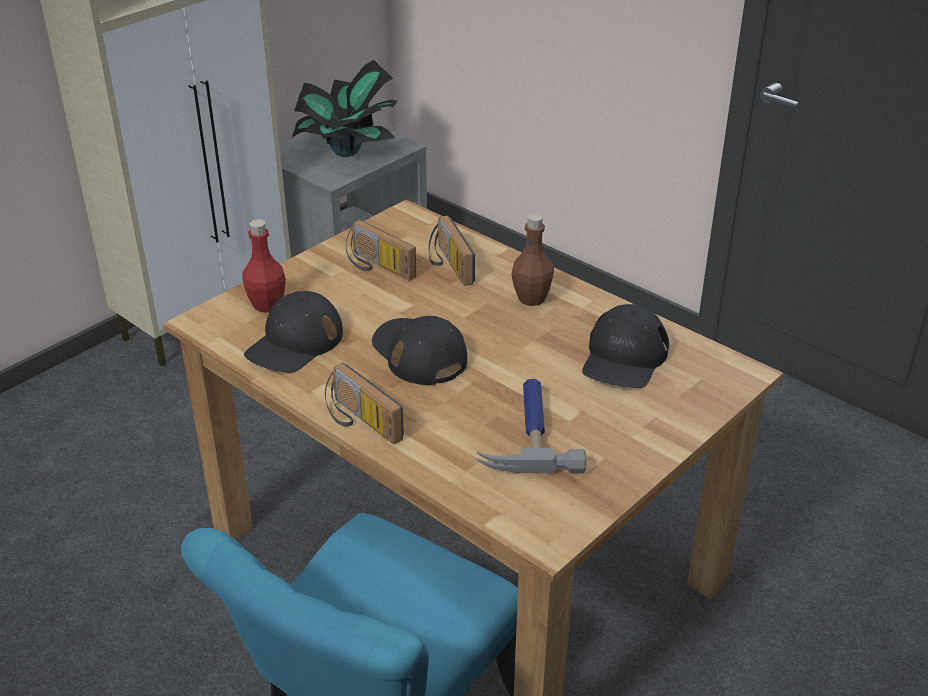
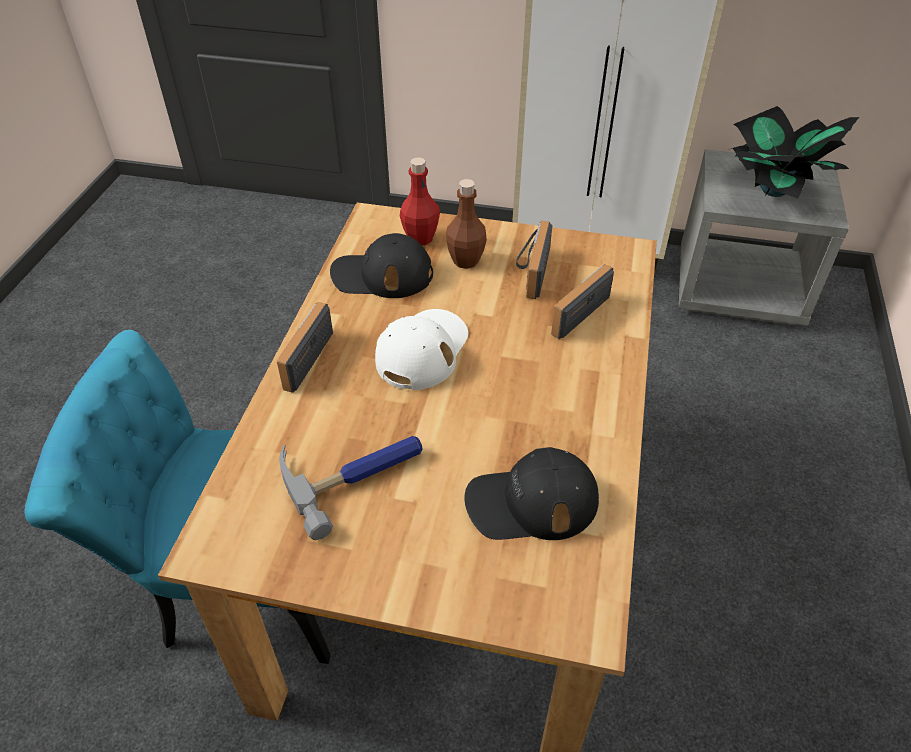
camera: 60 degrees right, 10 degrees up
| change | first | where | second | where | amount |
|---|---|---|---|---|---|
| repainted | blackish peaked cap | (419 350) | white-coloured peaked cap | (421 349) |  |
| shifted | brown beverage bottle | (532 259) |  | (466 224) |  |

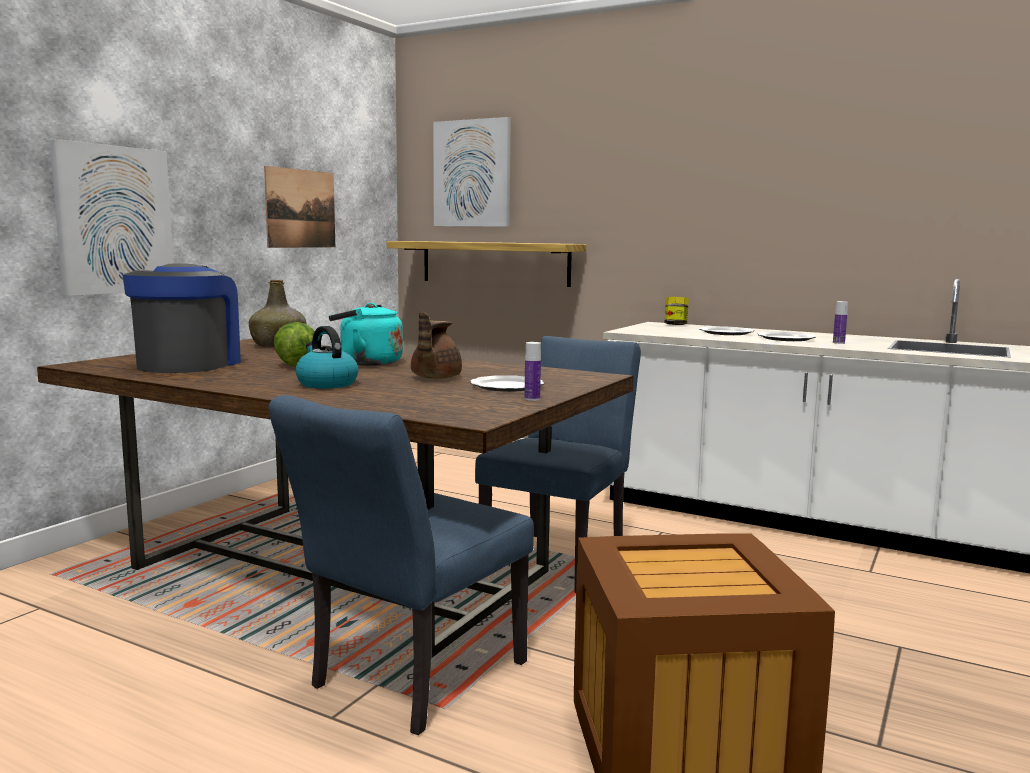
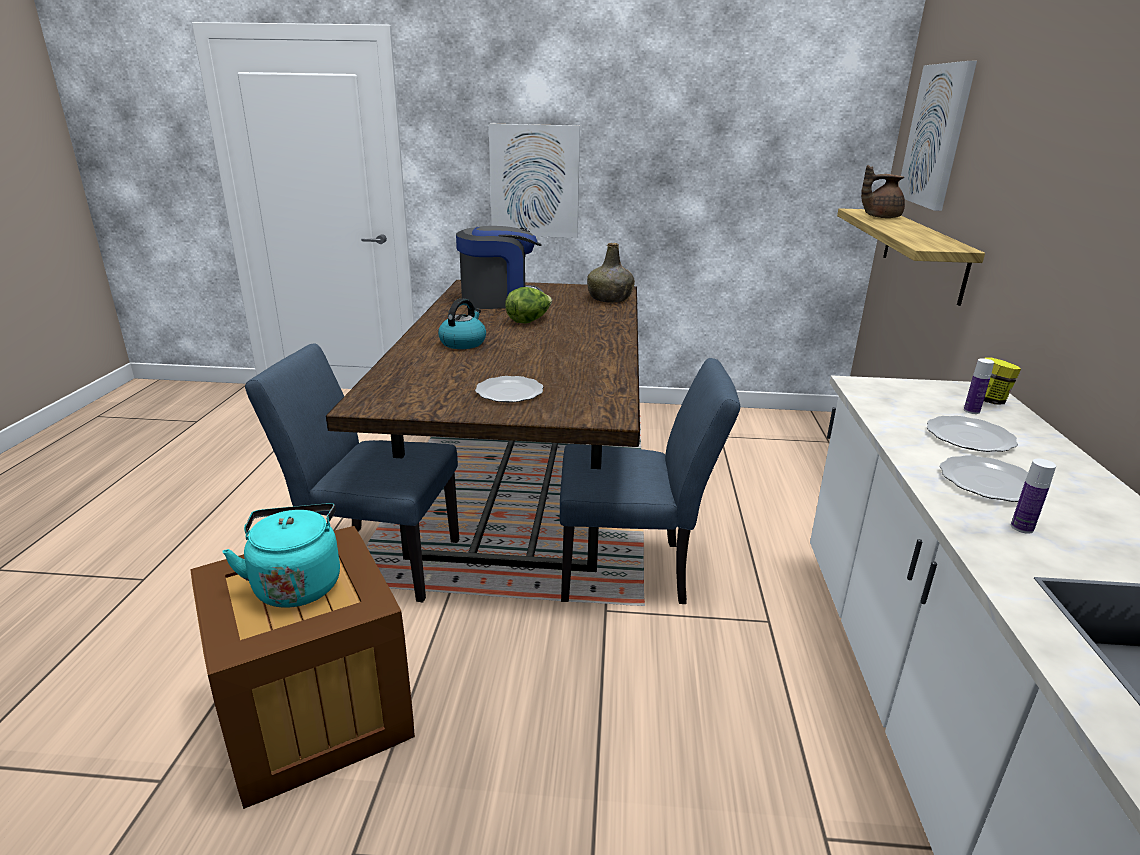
camera: 65 degrees right, 15 degrees up
| change | first | where | second | where | amount |
|---|---|---|---|---|---|
| gone | wall art | (299 207) |  |  |  |
| shifted | turquoise water kettle | (366 334) |  | (281 555) |  |
| shifted | brown pot for tea | (436 345) |  | (883 191) |  |
| shifted | beverage bottle | (532 371) |  | (979 386) |  |

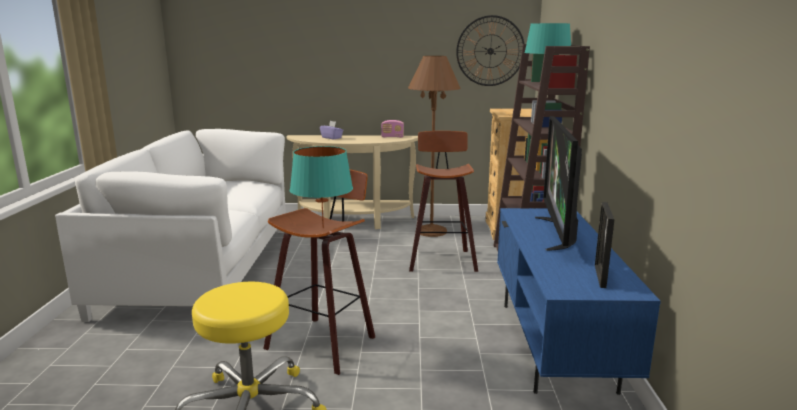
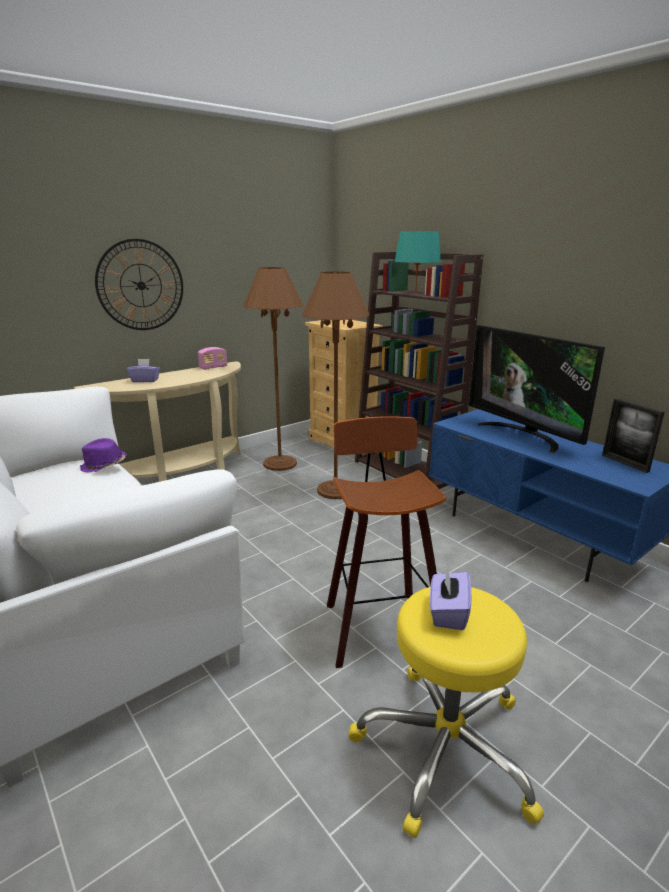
camera: 40 degrees left, 5 degrees up
| change | first | where | second | where | amount |
|---|---|---|---|---|---|
| gone | turquoise tabletop lamp | (321 187) |  |  |  |
| swapped | stool | (443 201) | brown standing lamp | (336 385) |  |
| shifted | clock on the wall | (490 50) |  | (139 284) |  |
| new |  |  | purplish wearable hat | (103 455) |  |
| new |  |  | purplish box of tissues | (450 599) |  |

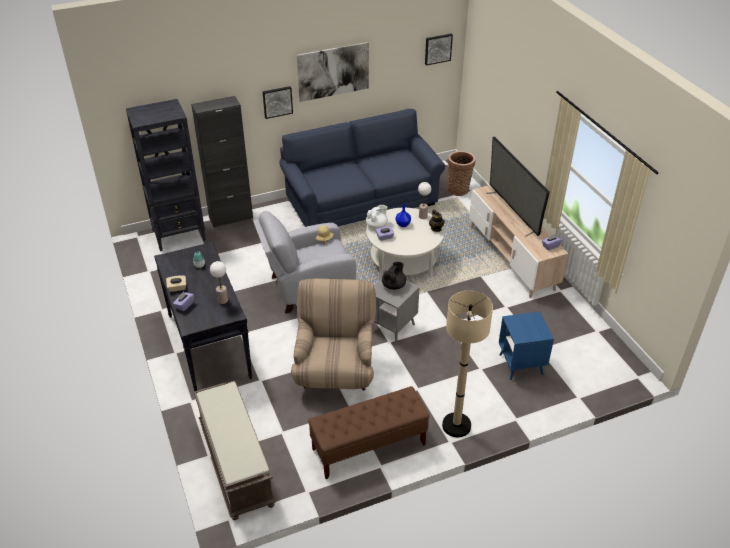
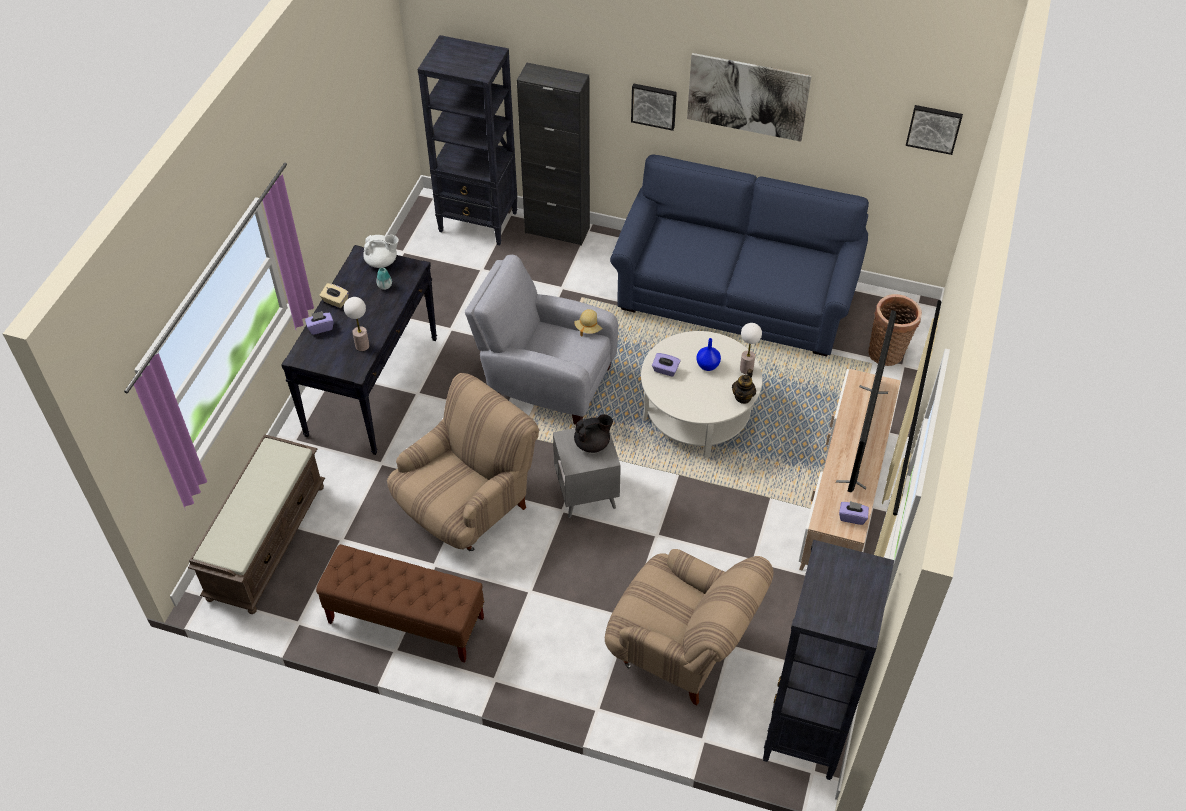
camera: 40 degrees right, 10 degrees up
| change | first | where | second | where | amount |
|---|---|---|---|---|---|
| shifted | white-coloured pot for tea | (377 217) |  | (381 251) |  |
| gone | beige standing lamp | (467 364) |  |  |  |
| swapped | bluish accent table | (526 345) | beige easy chair | (689 627) |  |
| new |  |  | blackish bookcase | (828 660) |  |

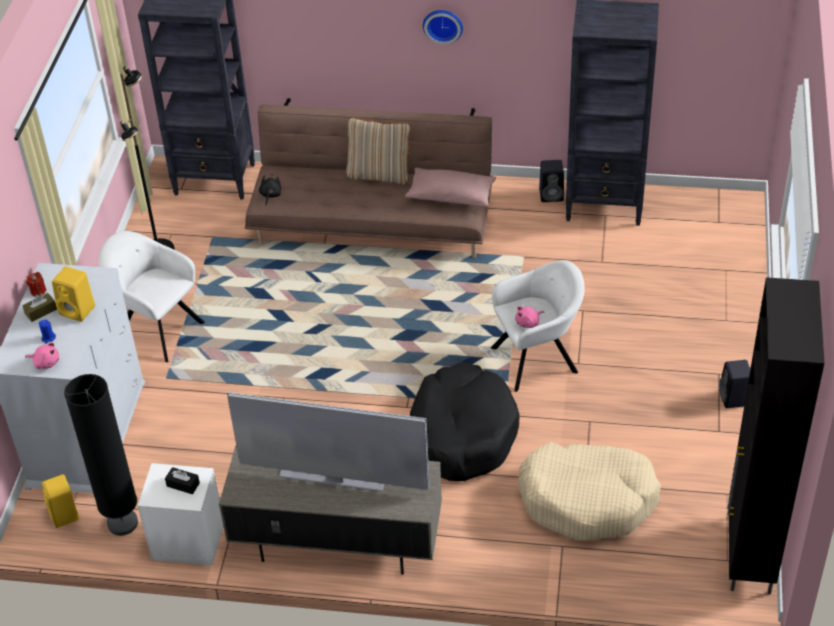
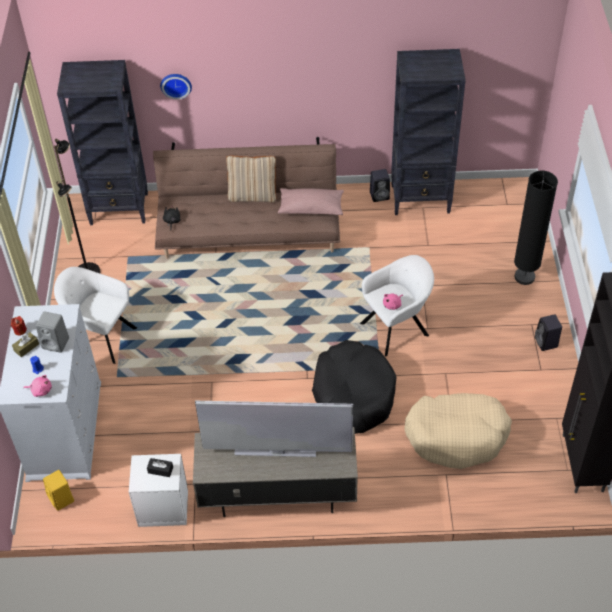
camera: 10 degrees left, 5 degrees up
| change | first | where | second | where | amount |
|---|---|---|---|---|---|
| repainted | yellow loudspeaker | (73 294) | gray loudspeaker | (52 332) |  |
| shifted | blackish standing lamp | (101 455) |  | (536 228) |  |
| shifted | clock on the wall | (443 27) |  | (176 87) |  |

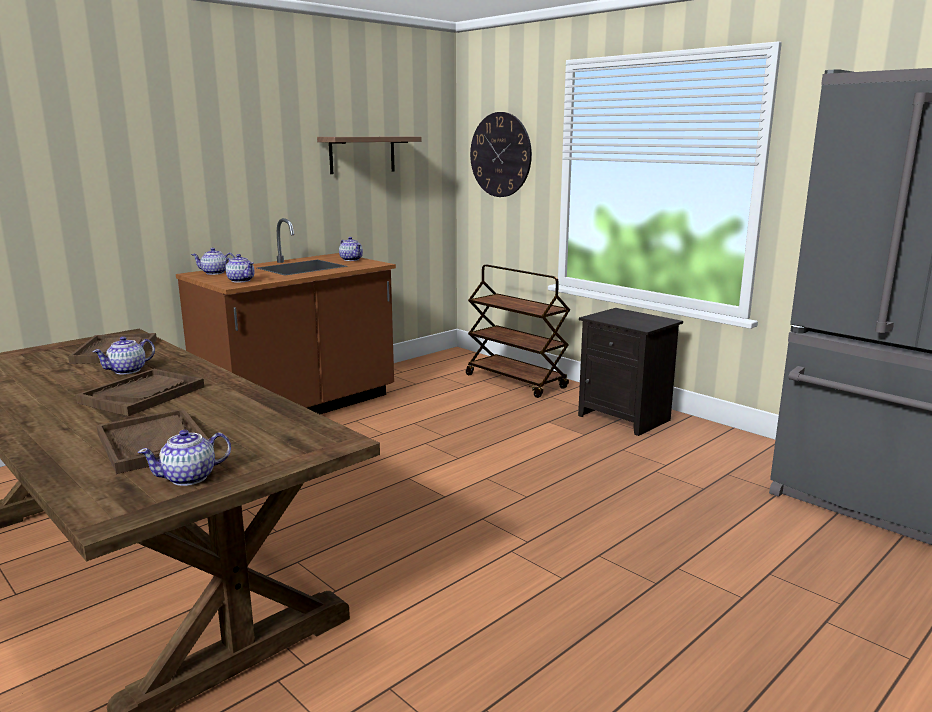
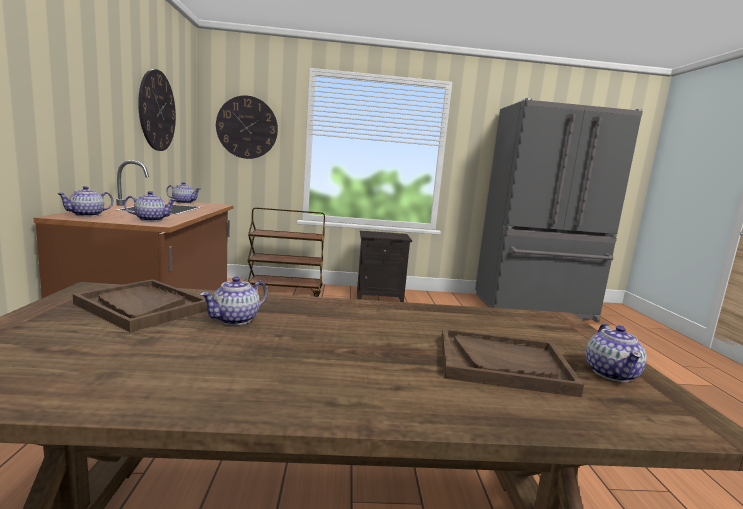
camera: 50 degrees left, 5 degrees down
| change | first | where | second | where | amount |
|---|---|---|---|---|---|
| gone | brown tray | (140 392) |  |  |  |
| rotated | pot for tea | (124 355) |  | (234 300) | 45 degrees clockwise |
| swapped | wall shelf | (369 155) | clock on the wall | (157 110) |  |

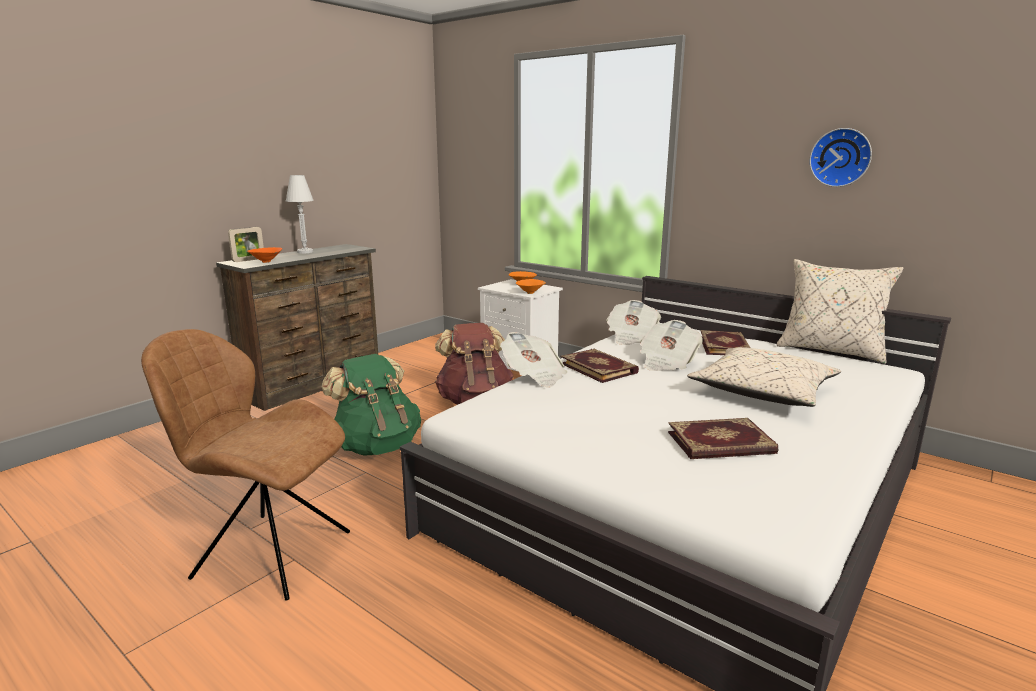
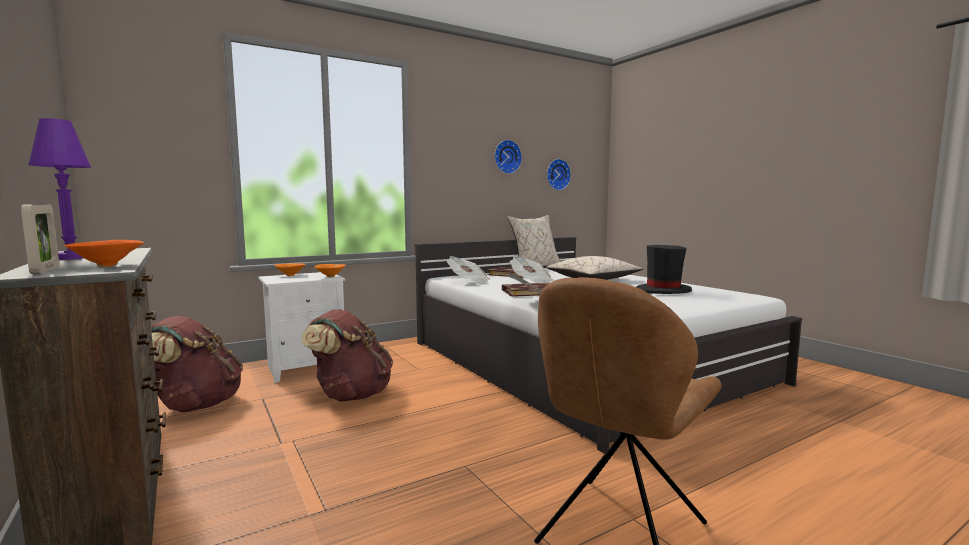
camera: 70 degrees left, 10 degrees down
| change | first | where | second | where | amount |
|---|---|---|---|---|---|
| repainted | white-coloured tabletop lamp | (300 214) | purplish tabletop lamp | (59 189) |  |
| gone | green knapsack | (371 405) |  |  |  |
| swapped | bound book | (723 438) | blackish wearable hat | (664 269) |  |
| new |  |  | brown knapsack | (197 364) |  |
| new |  |  | clock on the wall | (559 174) |  |

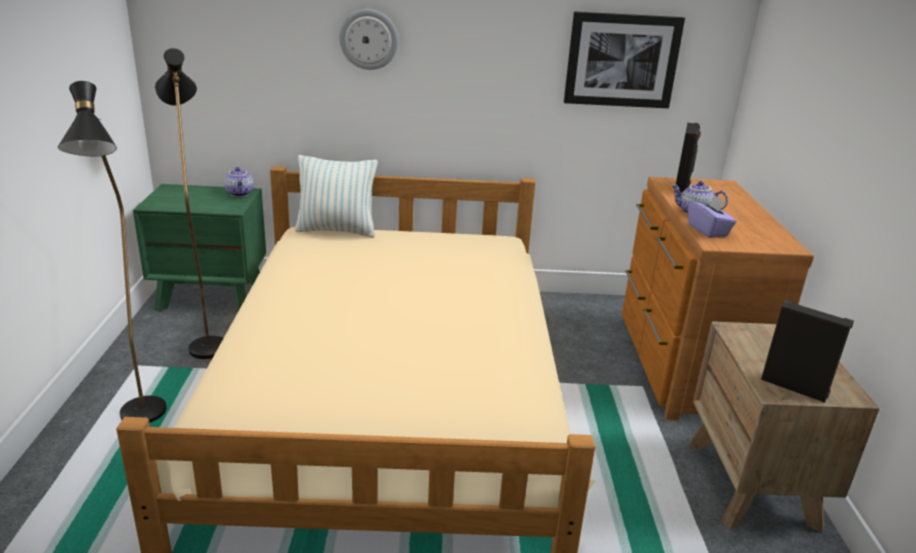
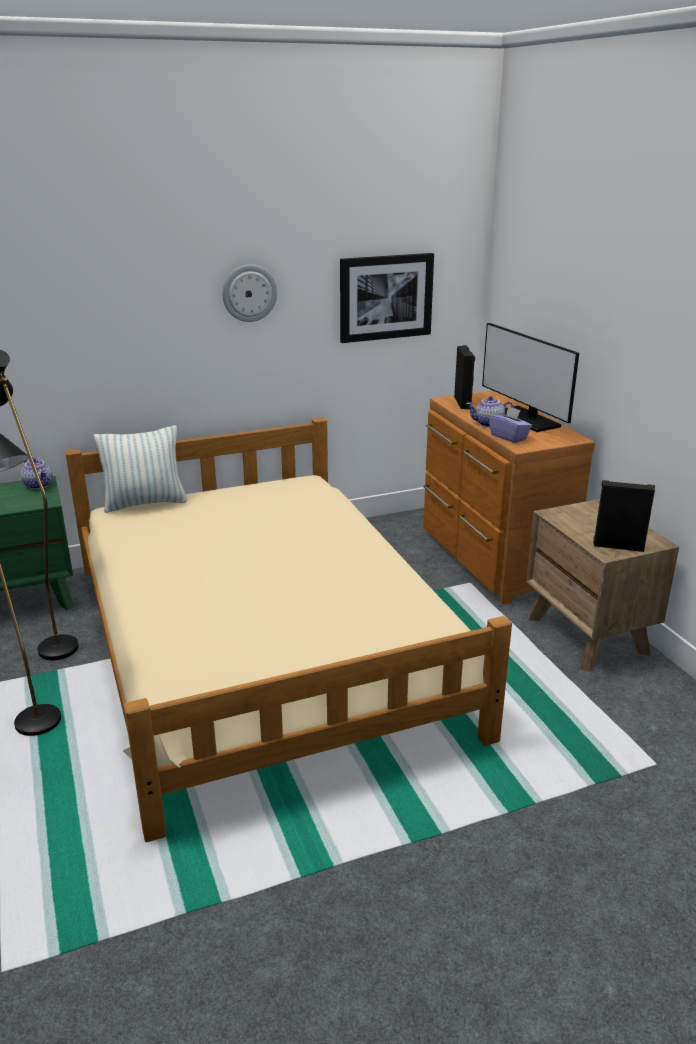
camera: 20 degrees left, 0 degrees up
| change | first | where | second | where | amount |
|---|---|---|---|---|---|
| shifted | clock on the wall | (368 39) |  | (249 293) |  |
| new |  |  | computer screen | (530 377) |  |

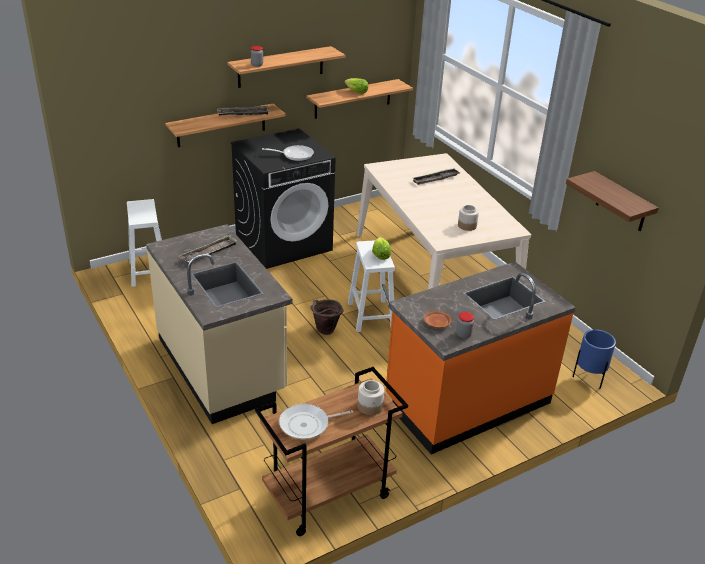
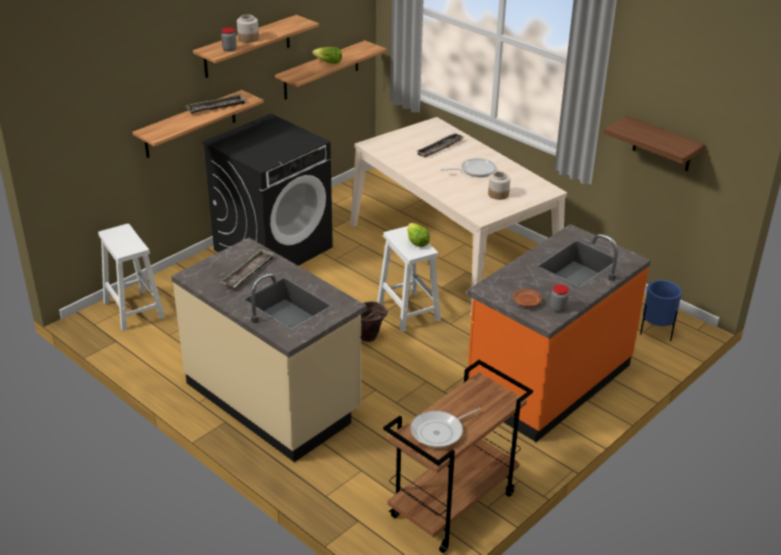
camera: 15 degrees left, 0 degrees up
| change | first | where | second | where | amount |
|---|---|---|---|---|---|
| shifted | pan | (288 153) |  | (468 167) |  |
| shifted | jar | (371 397) |  | (248 29) |  |

